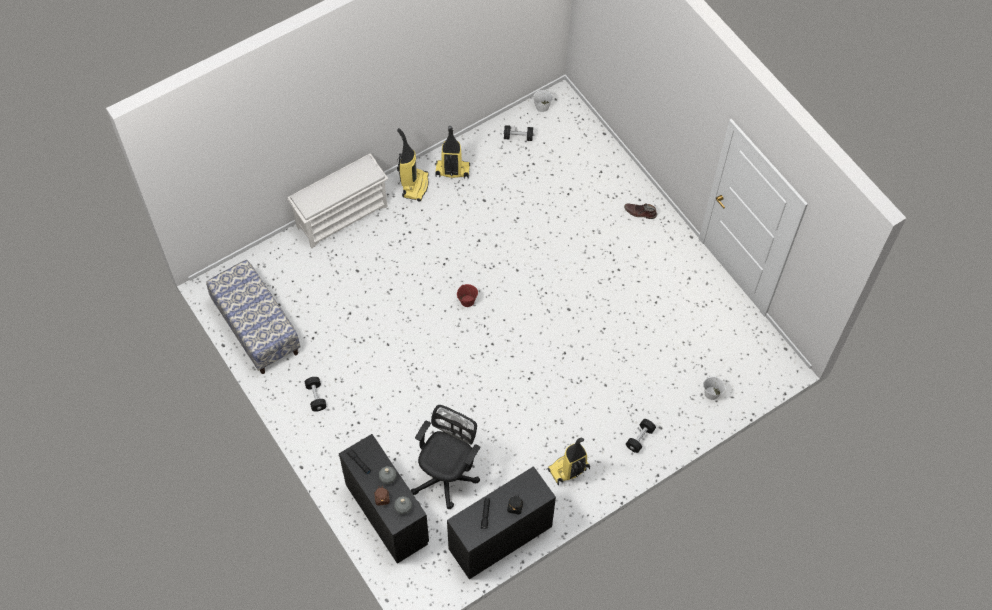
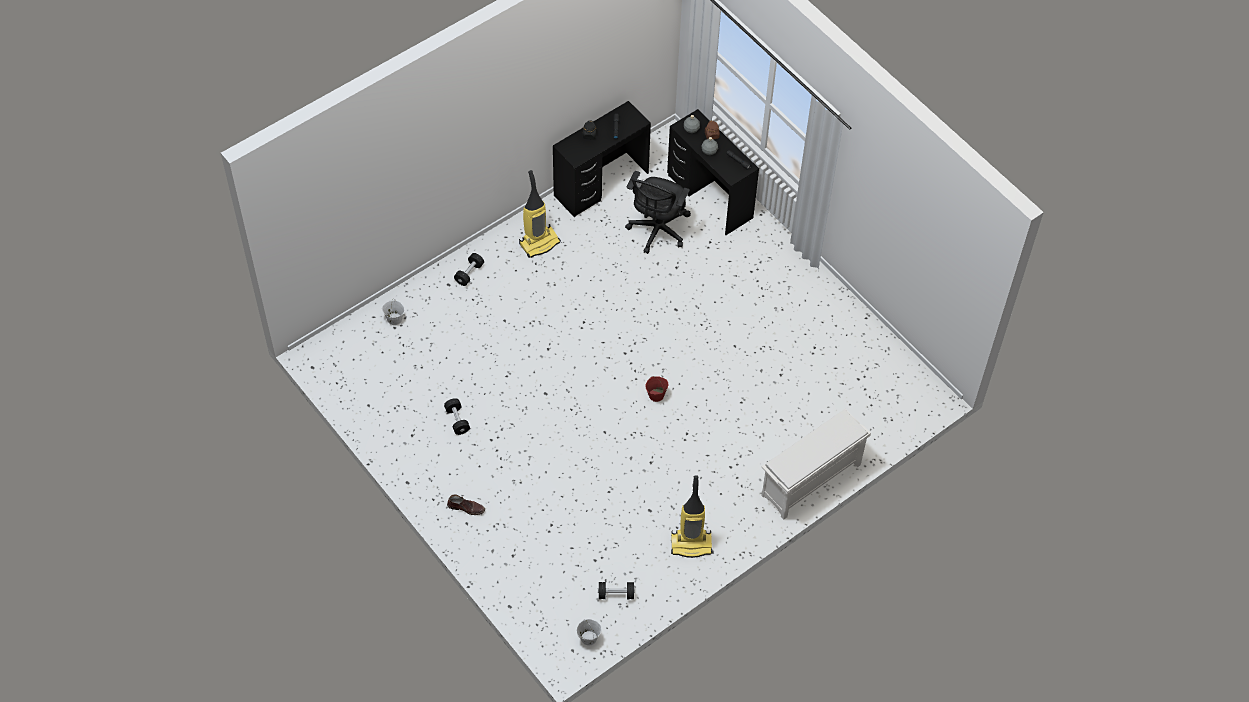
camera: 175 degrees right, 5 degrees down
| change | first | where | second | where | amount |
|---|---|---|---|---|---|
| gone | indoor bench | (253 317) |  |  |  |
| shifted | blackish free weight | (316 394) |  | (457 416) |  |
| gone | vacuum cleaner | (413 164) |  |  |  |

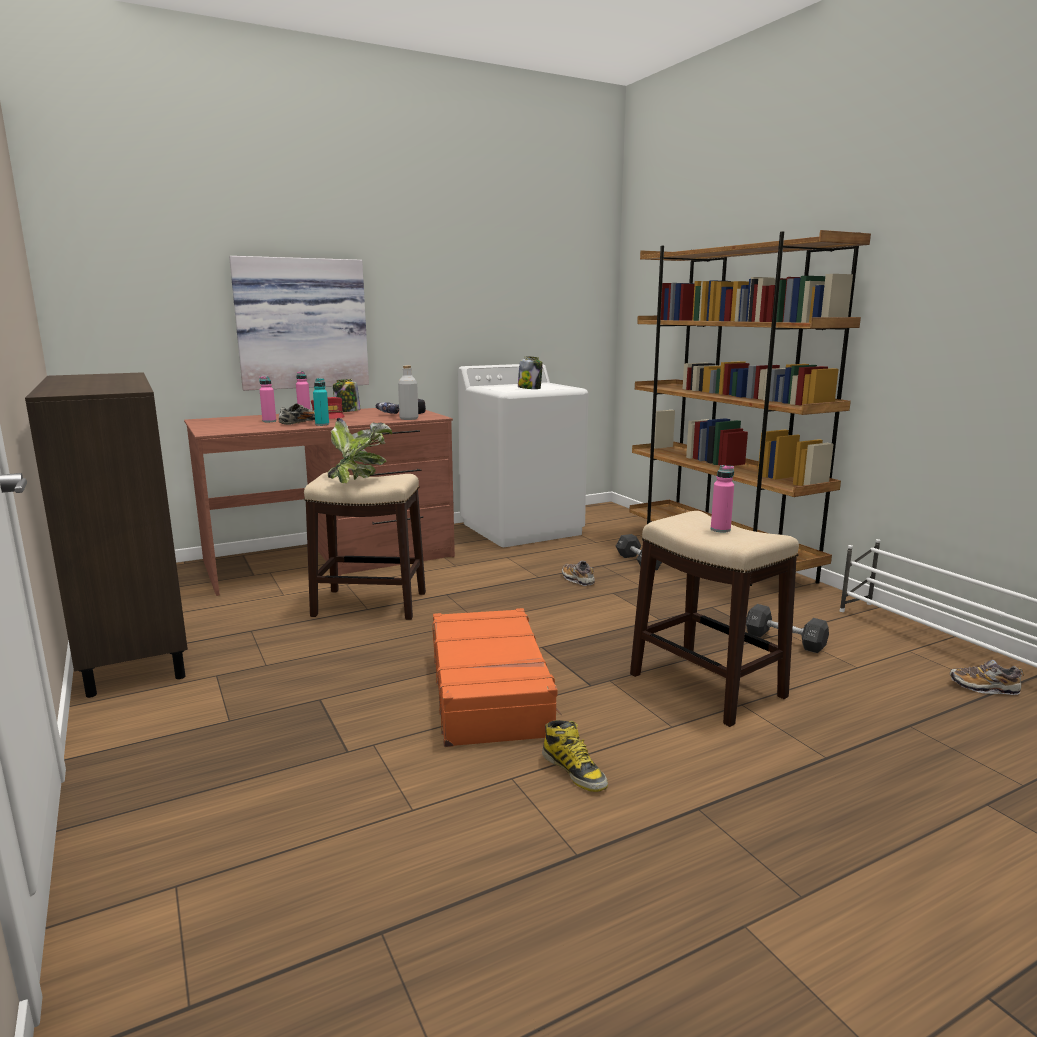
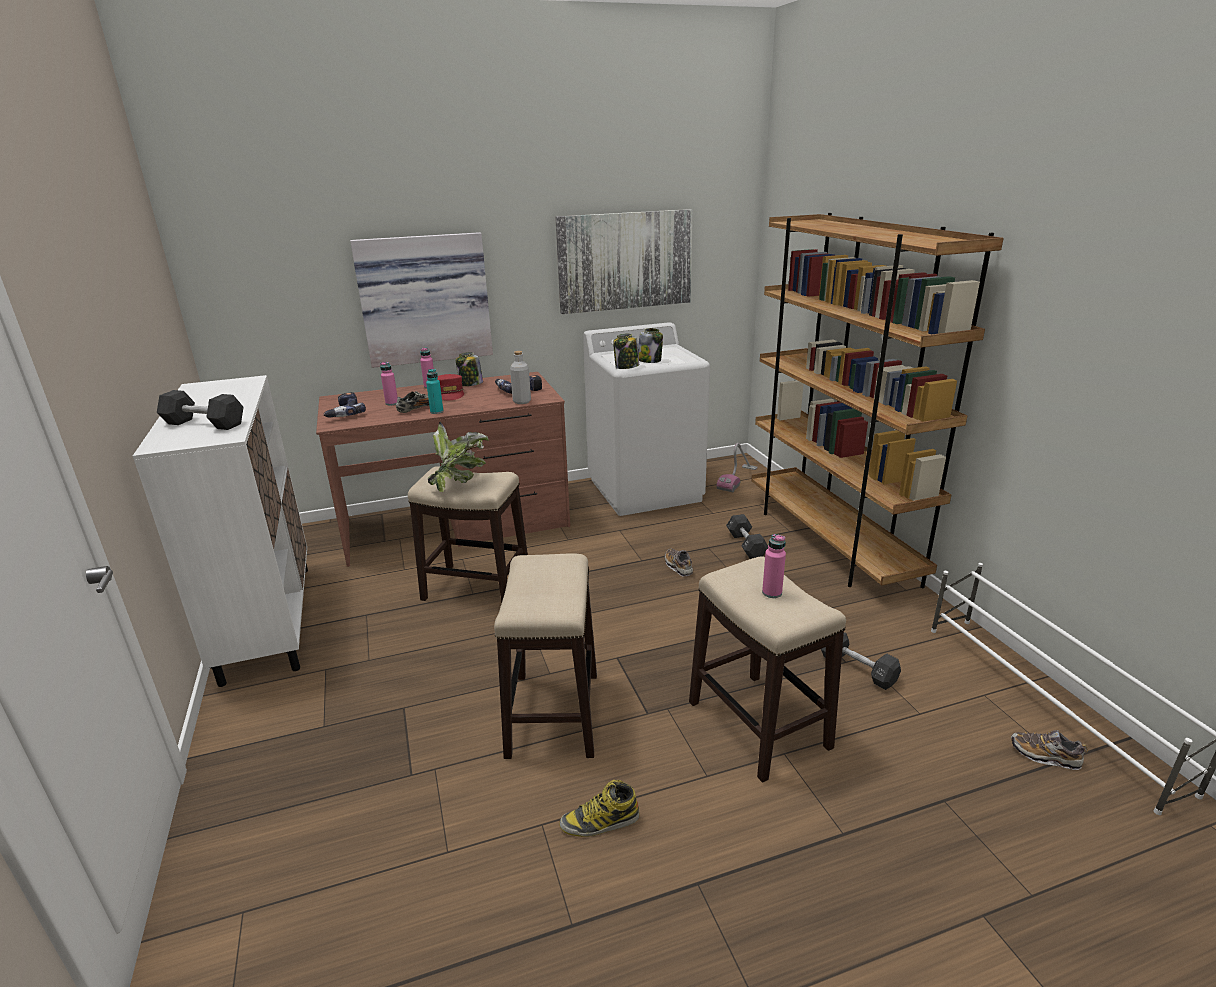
camera: 10 degrees right, 10 degrees up
| change | first | where | second | where | amount |
|---|---|---|---|---|---|
| repainted | brown cupboard | (106 535) | white-coloured cupboard | (220 531) |  |
| swapped | orange-coloured suitcase | (497 677) | stool | (545 656) |  |
| rotated | high-top boot | (575 756) |  | (599 808) | 105 degrees clockwise |
| new |  |  | blackish free weight | (200 410) |  |
| new |  |  | electric drill | (345 404) |  |
| new |  |  | wall art | (624 261) |  |
| new |  |  | jar | (626 351) |  |
| new |  |  | vacuum cleaner | (737 467) |  |

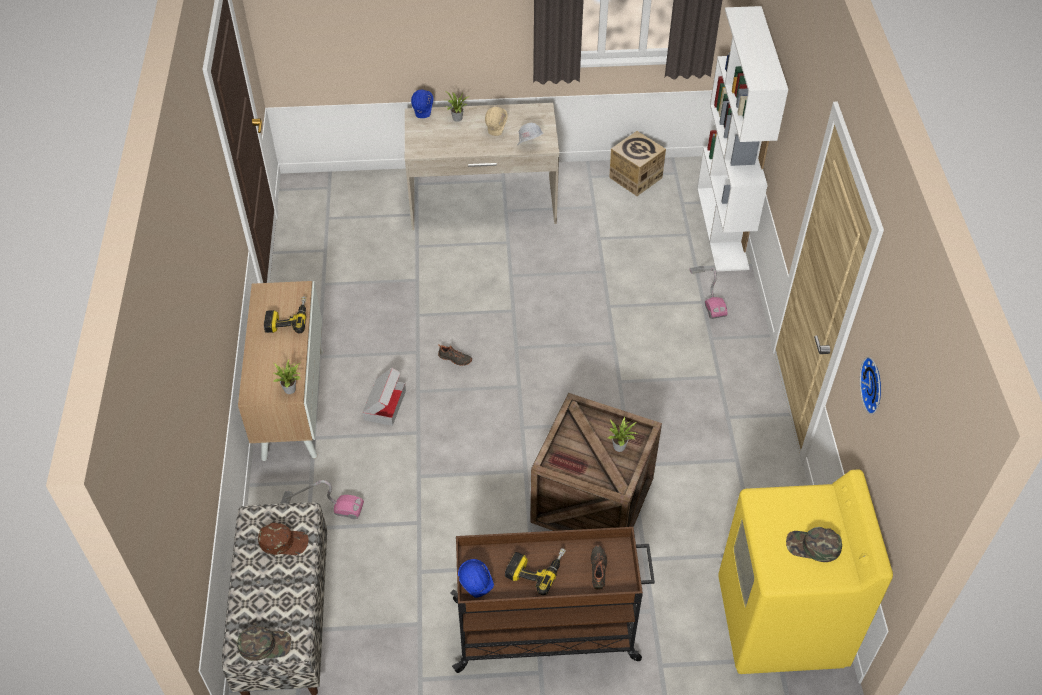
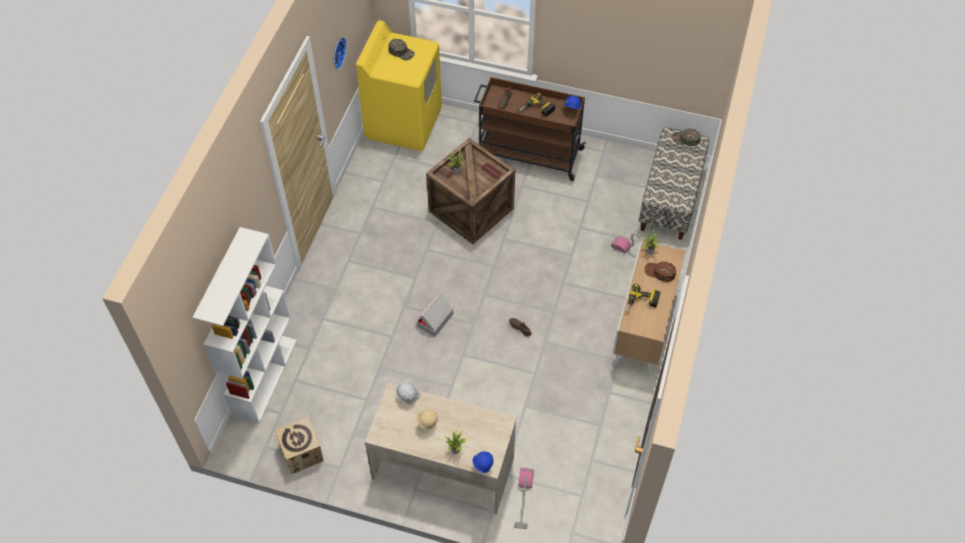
camera: 160 degrees left, 5 degrees up
| change | first | where | second | where | amount |
|---|---|---|---|---|---|
| shifted | brown peaked cap | (283 539) |  | (660 271) |  |
| shifted | packing box | (384 397) |  | (435 315) |  |
| shifted | vacuum cleaner | (708 292) |  | (524 498) |  |

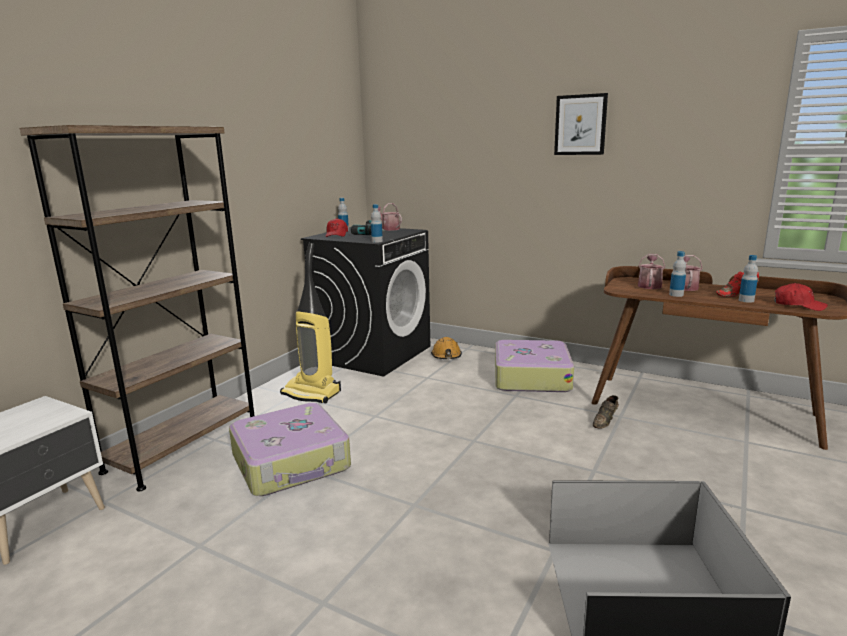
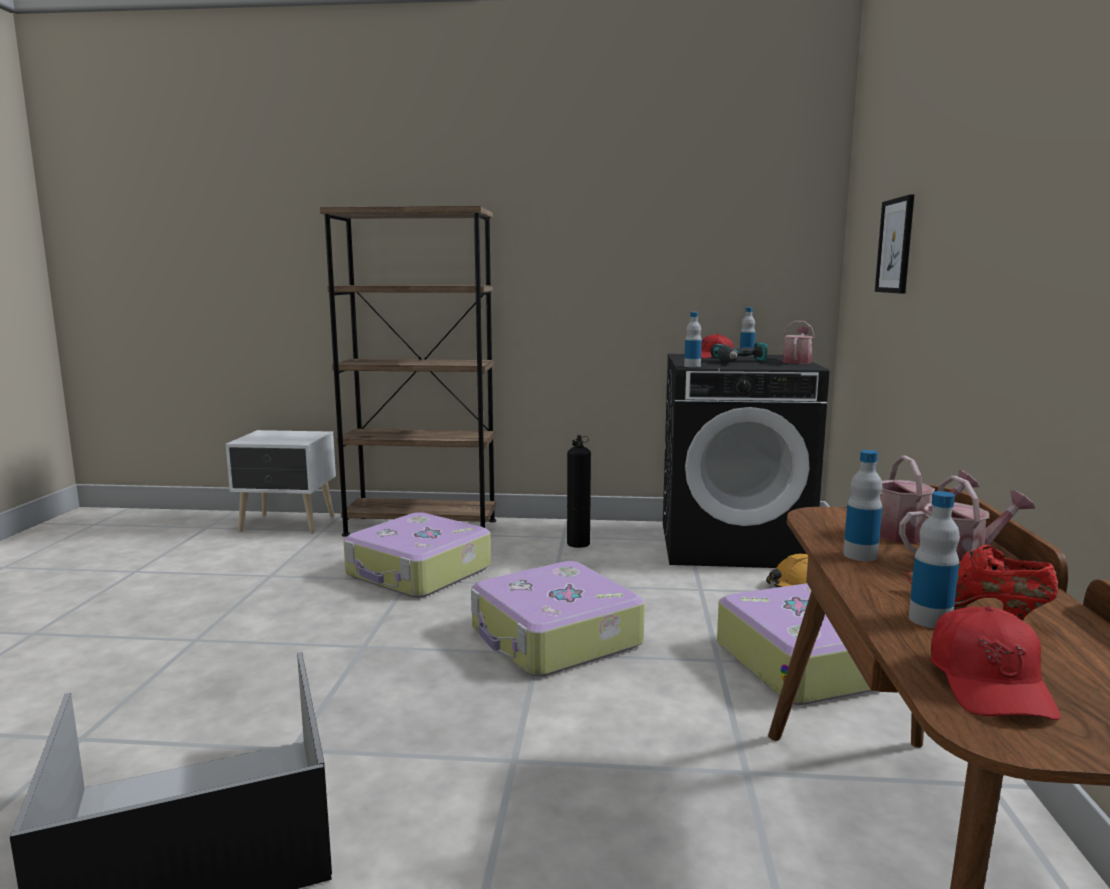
camera: 65 degrees right, 5 degrees down
| change | first | where | second | where | amount |
|---|---|---|---|---|---|
| swapped | vacuum cleaner | (310 323) | extinguisher | (579 491) |  |
| shifted | wall art | (581 124) |  | (894 244) |  |
| gone | brown item of footwear | (606 412) |  |  |  |
| new |  |  | suitcase | (558 619) |  |

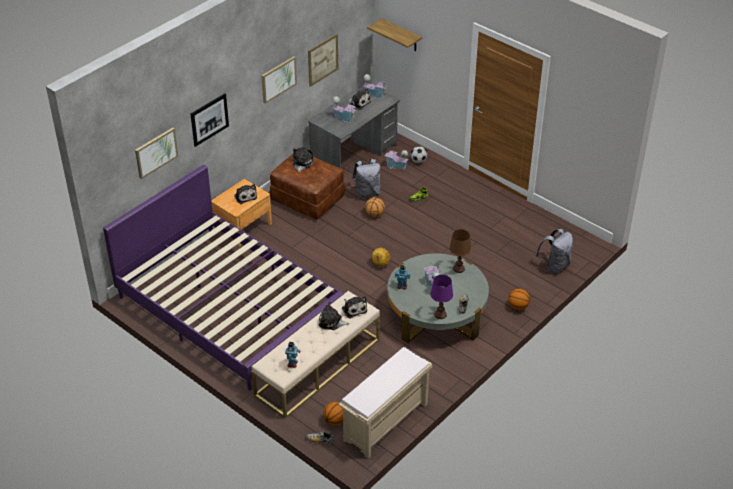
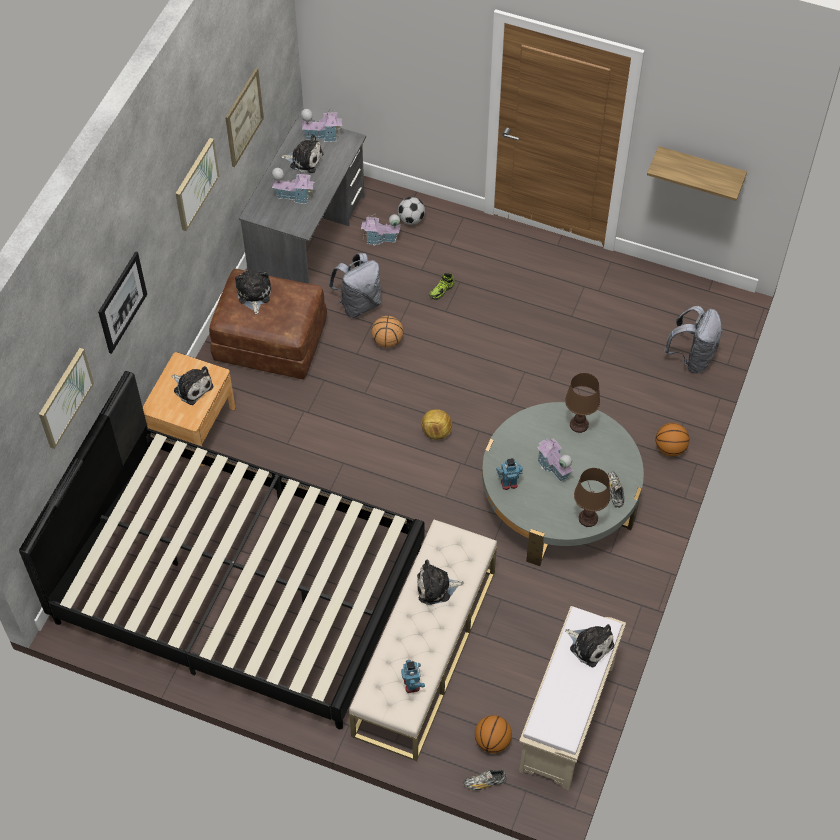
camera: 20 degrees left, 15 degrees up
| change | first | where | second | where | amount |
|---|---|---|---|---|---|
| repainted | purplish bed | (223 277) | blackish bed | (222 550) |  |
| shifted | plush toy | (354 307) |  | (589 645) |  |
| shifted | wall shelf | (394 34) |  | (697 173) |  |
| repainted | purplish tabletop lamp | (441 297) | brown tabletop lamp | (592 497) |  |

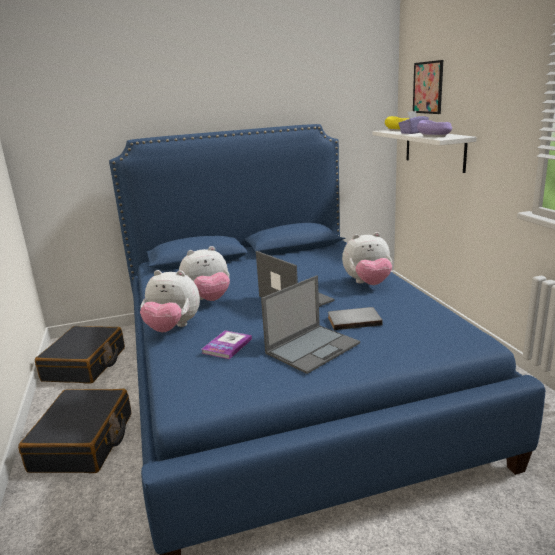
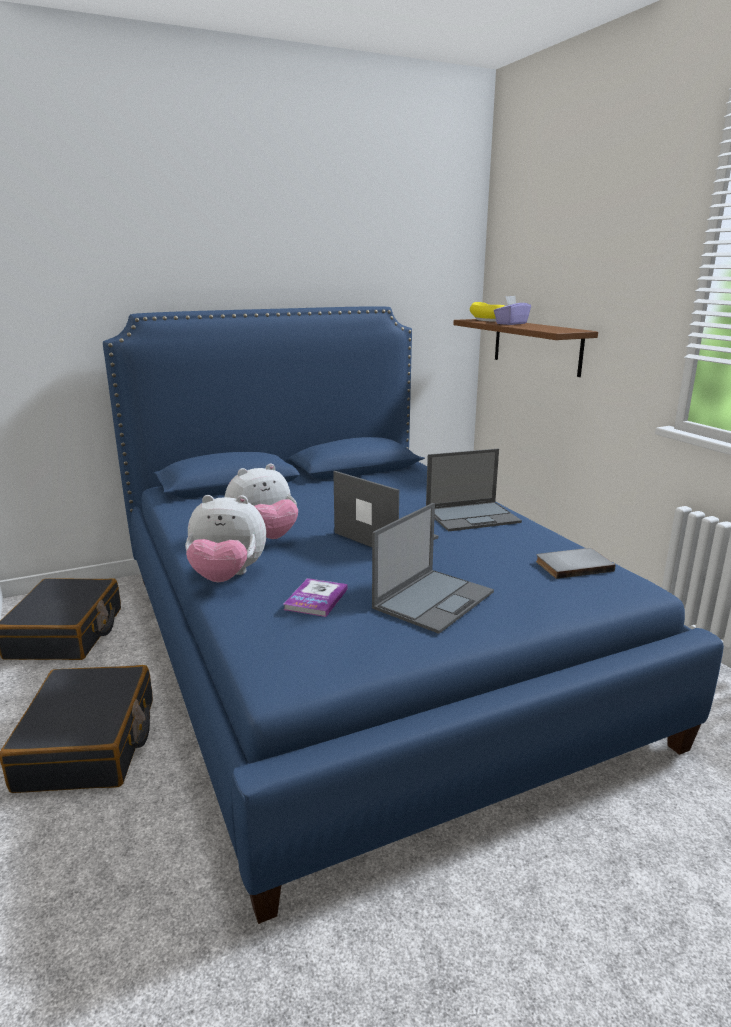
camera: 10 degrees left, 0 degrees up
| change | first | where | second | where | amount |
|---|---|---|---|---|---|
| shifted | gray bound book | (355 318) |  | (575 563) |  |
| swapped | plush toy | (367 258) | laptop | (474 490) |  |
| repainted | white-coloured wall shelf | (424 151) | brown wall shelf | (525 348) |  |
| gone | wall art | (428 87) |  |  |  |
| gone | purplish serving bowl | (434 128) |  |  |  |

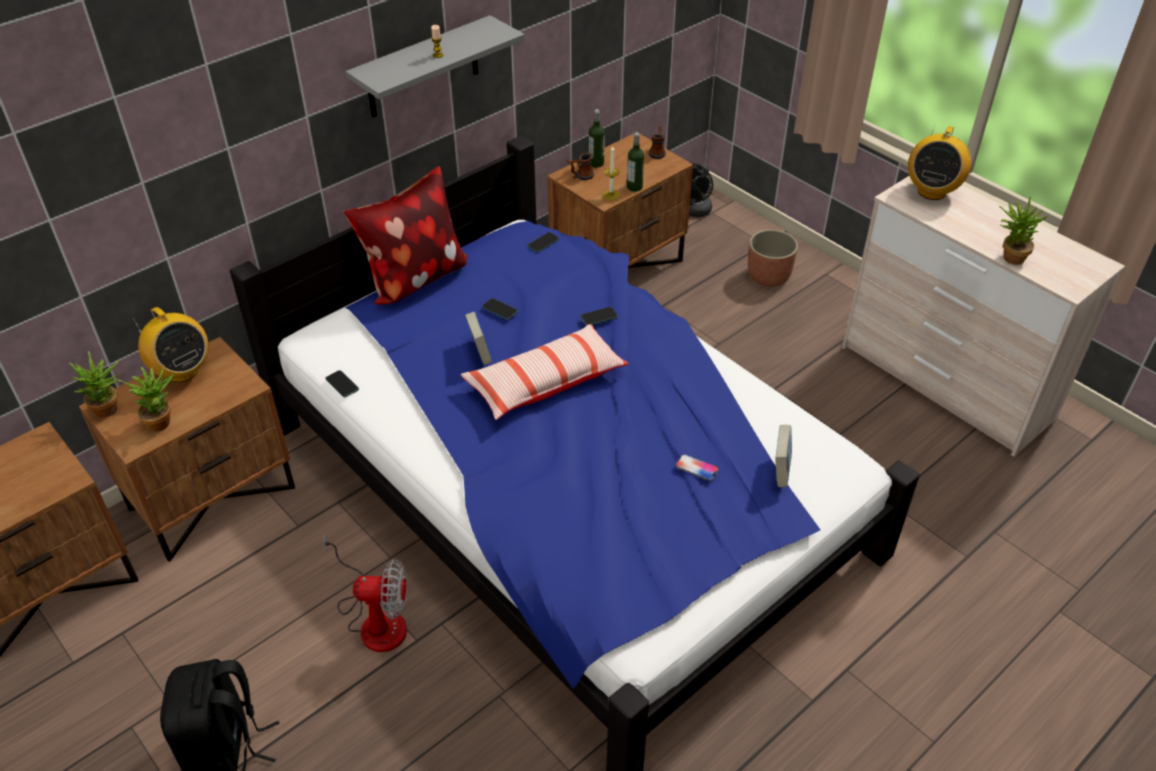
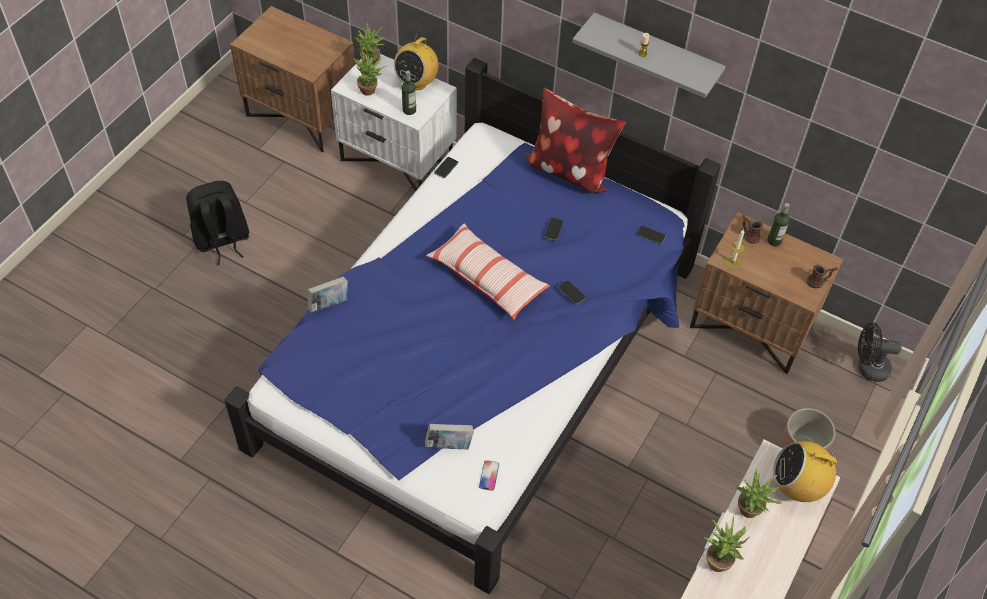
camera: 70 degrees right, 10 degrees up
| change | first | where | second | where | amount |
|---|---|---|---|---|---|
| repainted | brown bedside table | (187 449) | white-coloured bedside table | (394 123) |  |
| gone | electric fan | (365 592) |  |  |  |
| shifted | bound book | (478 338) |  | (327 295) |  |
| shifted | beverage bottle | (635 162) |  | (409 93) |  |
| shifted | handset | (697 467) |  | (489 475) |  |
| new |  |  | plant in a pot | (759 493) |  |

